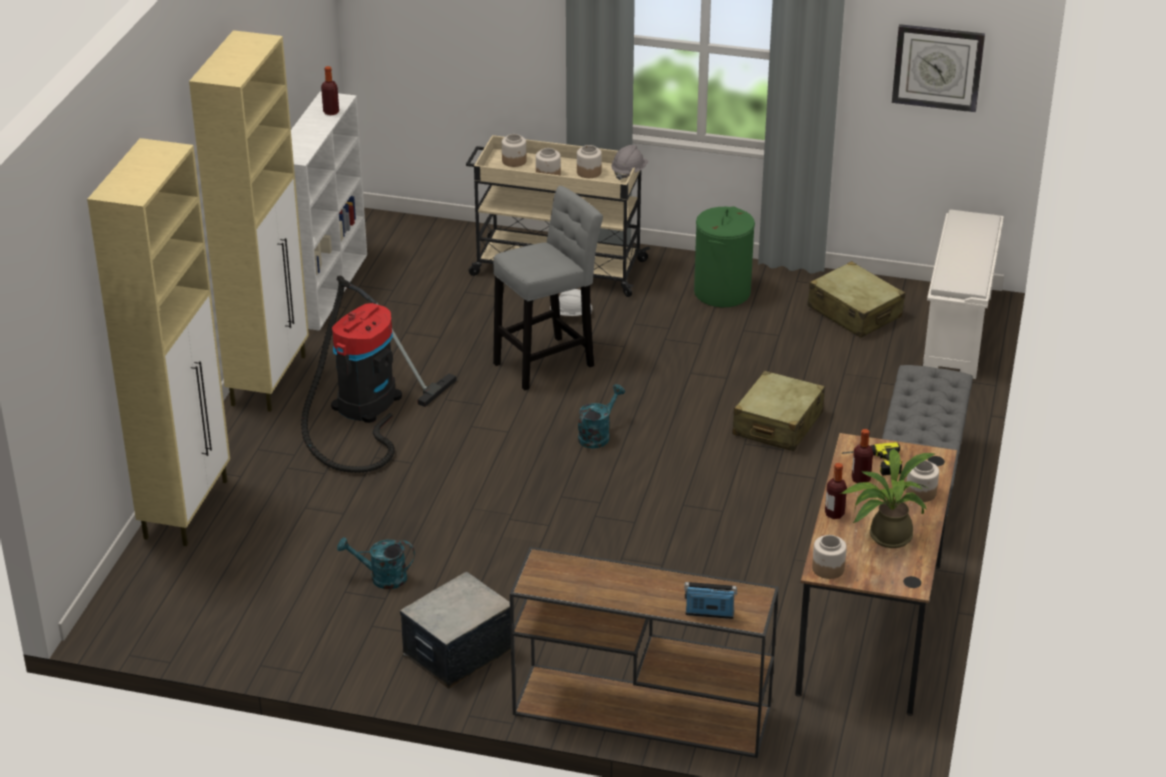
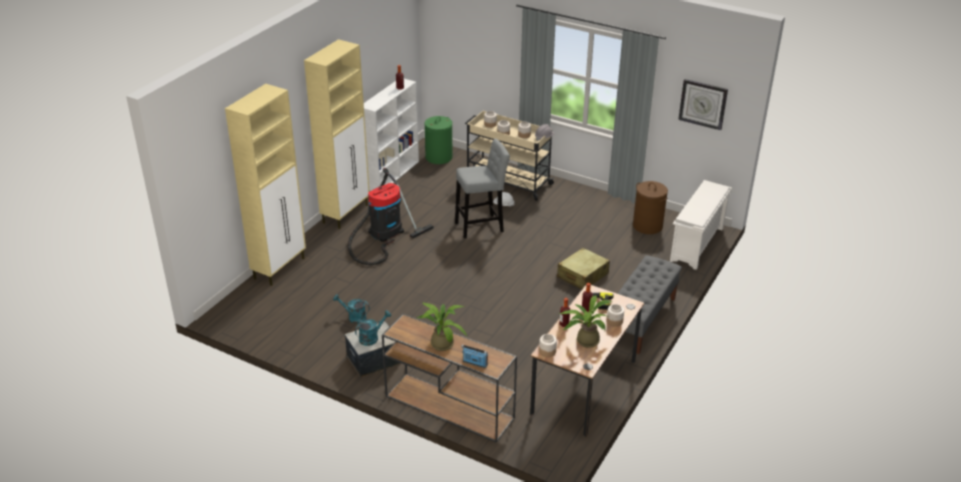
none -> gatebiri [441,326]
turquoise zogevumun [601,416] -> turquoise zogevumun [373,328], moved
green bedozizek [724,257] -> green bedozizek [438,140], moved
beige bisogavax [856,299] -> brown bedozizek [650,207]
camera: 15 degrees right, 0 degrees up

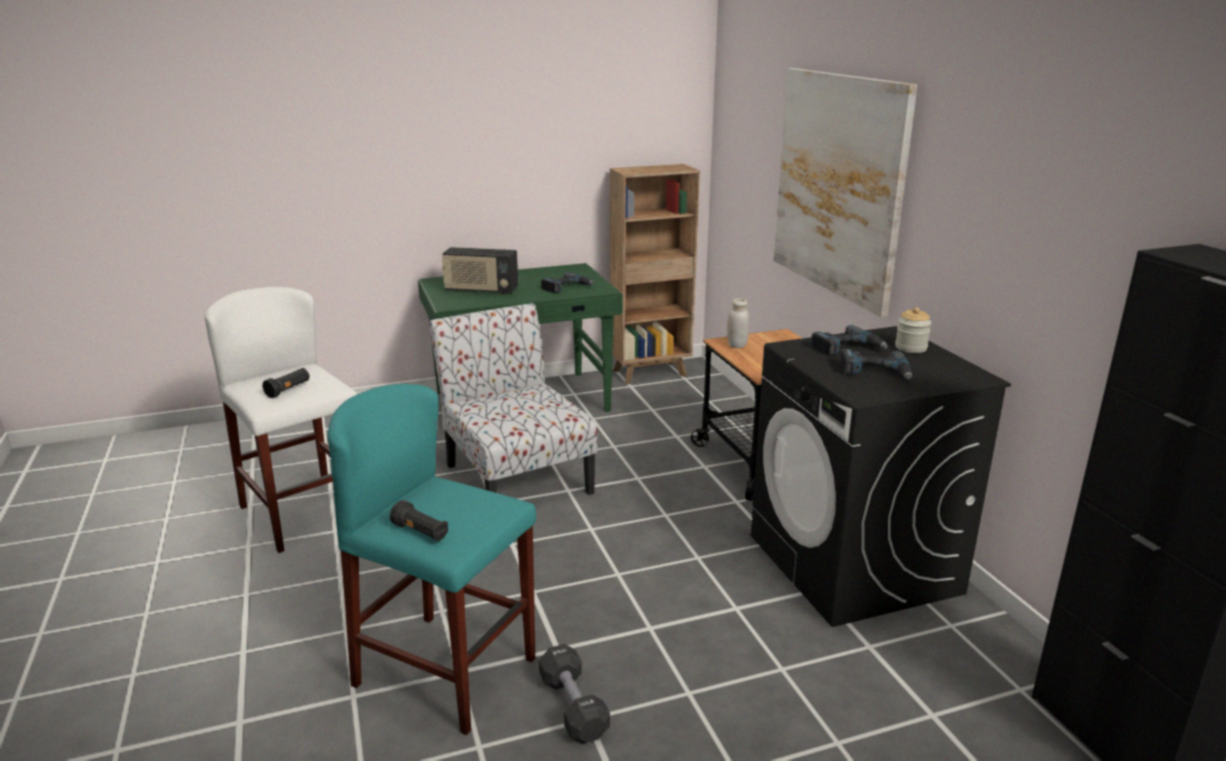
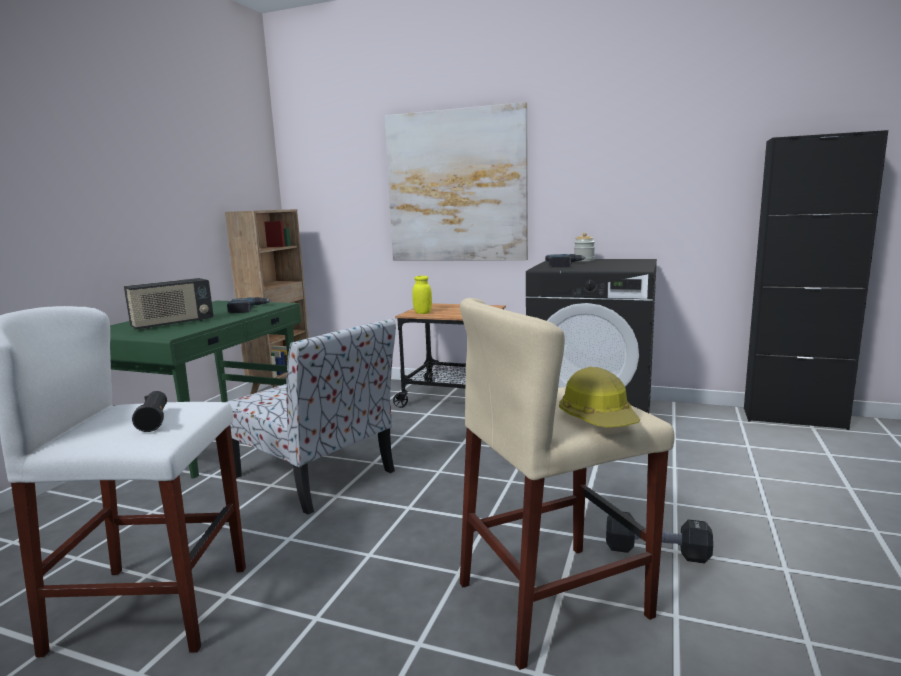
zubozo [876,364] -> none
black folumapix [419,520] -> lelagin [599,397]
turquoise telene [432,559] -> beige telene [567,484]
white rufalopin [738,323] -> yellow rufalopin [422,295]
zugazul [513,399] -> zugazul [311,417], 150 degrees counterclockwise
camera: 50 degrees left, 10 degrees down

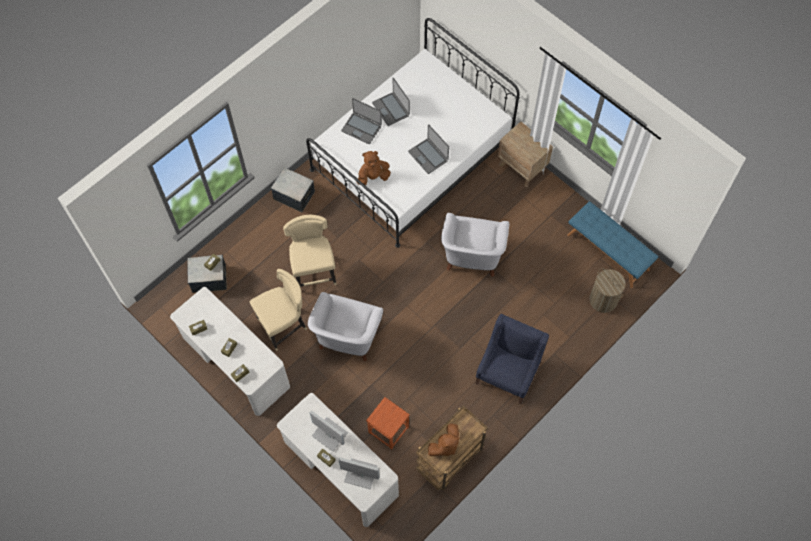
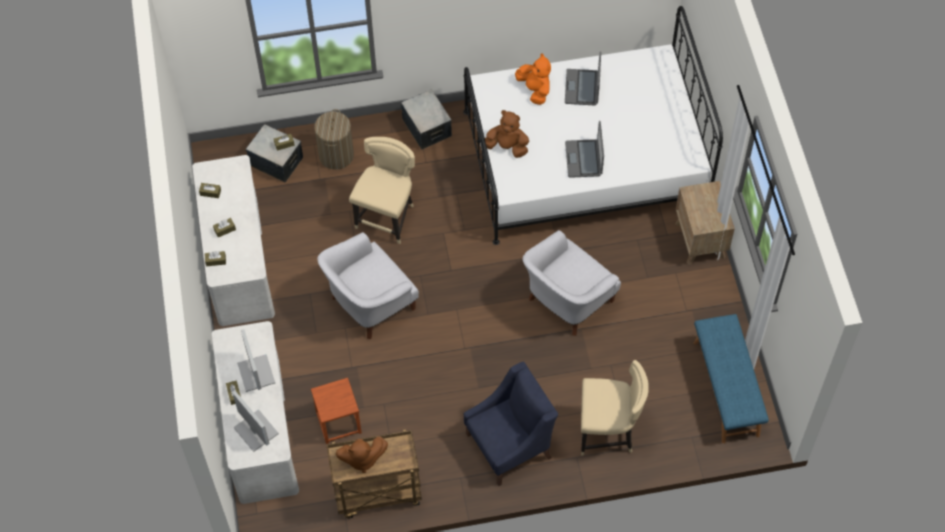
beige zugazul [278,310] -> beige zugazul [615,408], moved
bedozizek [607,290] -> bedozizek [334,139], moved
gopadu [361,121] -> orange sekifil [533,79]
camera: 35 degrees right, 5 degrees down

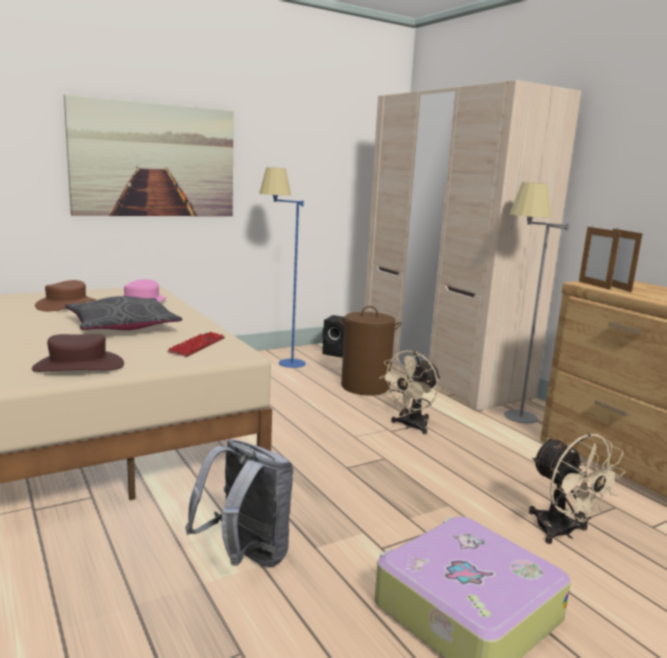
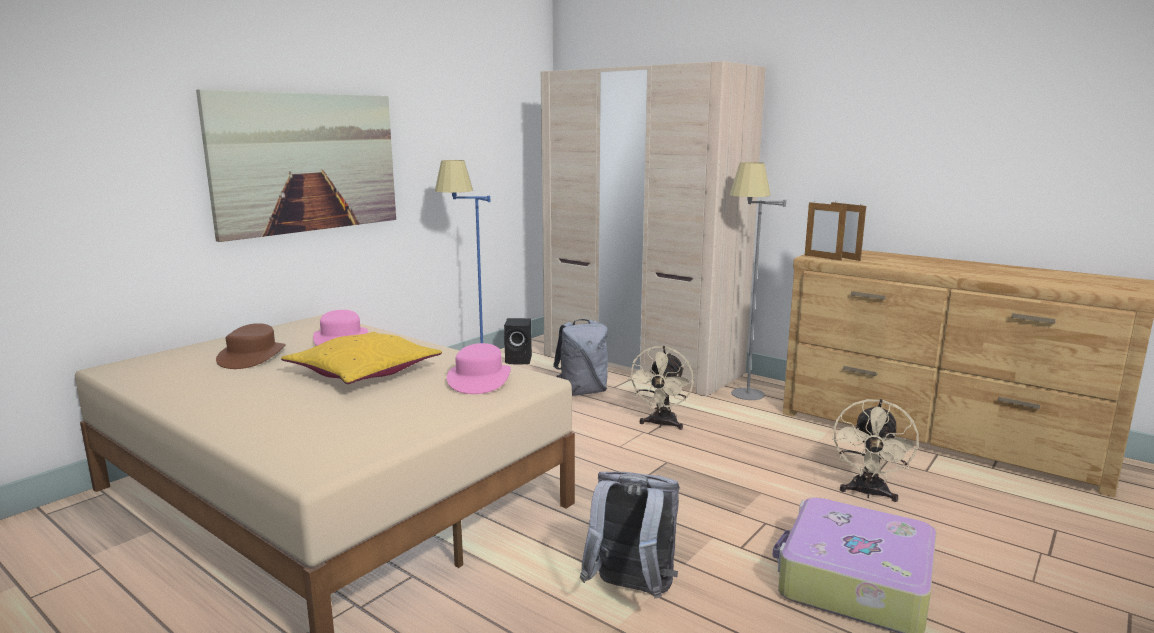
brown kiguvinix [78,353] -> none
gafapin [196,344] -> pink kiguvinix [479,368]
brown bedozizek [370,350] -> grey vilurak [580,357]
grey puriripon [123,313] -> yellow puriripon [361,358]
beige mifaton [577,488] -> beige mifaton [875,450], 75 degrees clockwise
camera: 20 degrees left, 0 degrees up

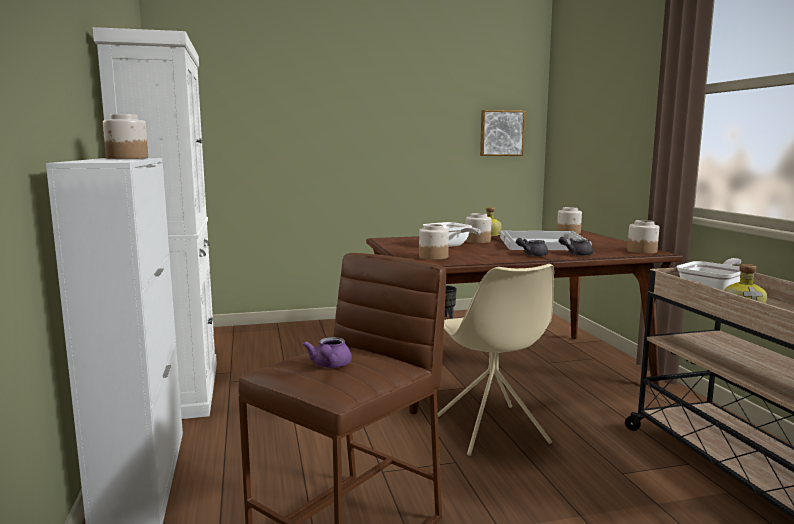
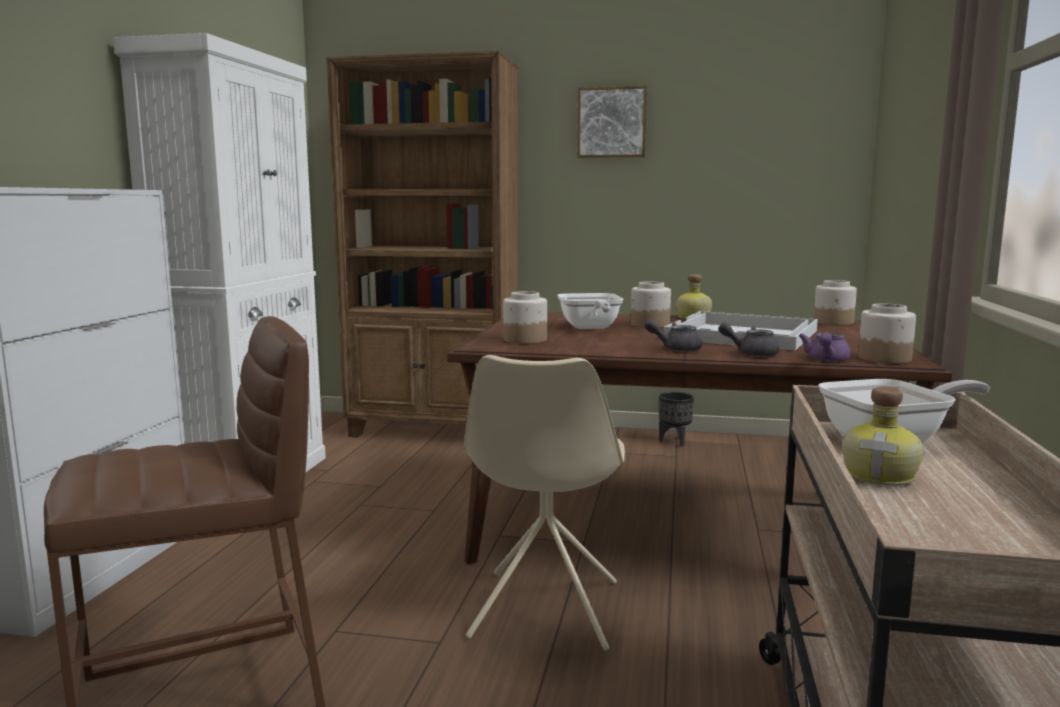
rufalopin [125,136] -> none
none -> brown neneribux [423,244]
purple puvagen [327,352] -> purple puvagen [825,347], moved
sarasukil [502,133] -> sarasukil [612,122], moved
camera: 25 degrees right, 0 degrees up

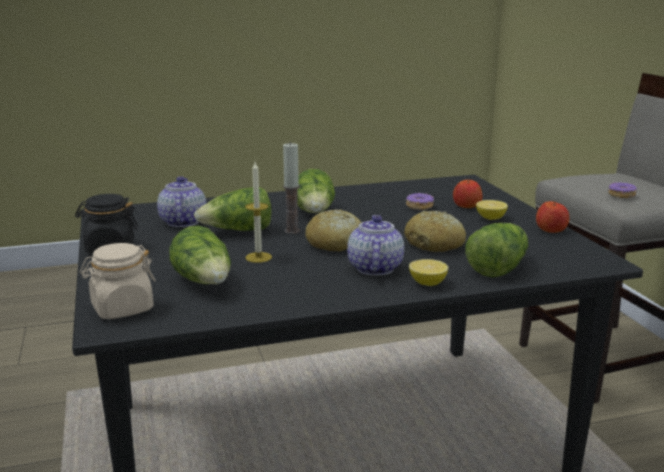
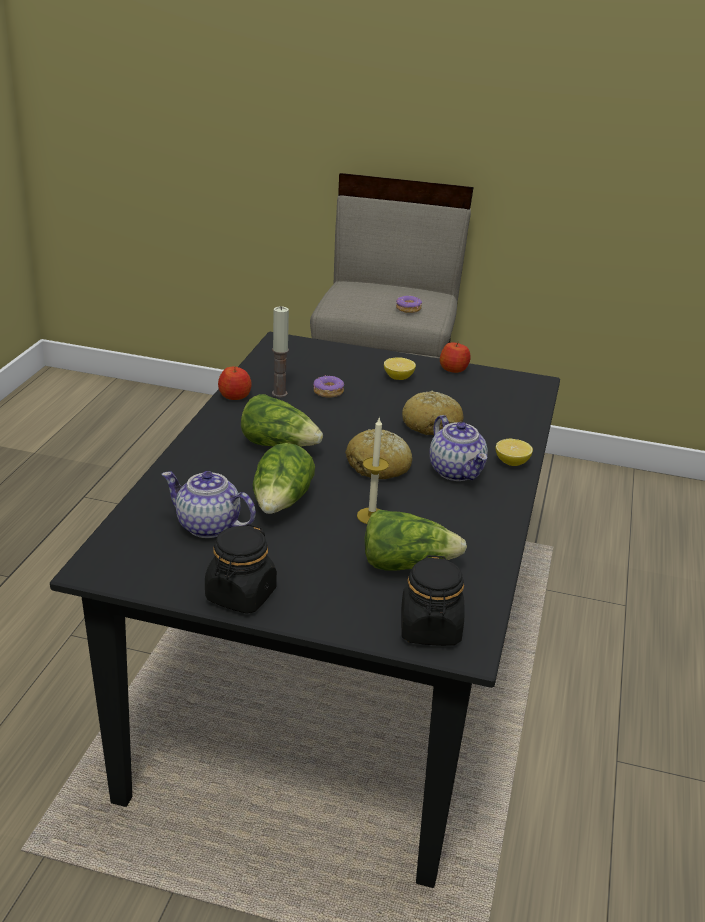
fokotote [496,250] -> none
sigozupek [291,188] -> sigozupek [280,351], moved
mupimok [467,194] -> mupimok [235,383], moved
beige rufalopin [118,281] -> black rufalopin [433,600]
puvagen [375,245] -> puvagen [458,448], 150 degrees counterclockwise
camera: 60 degrees left, 10 degrees up

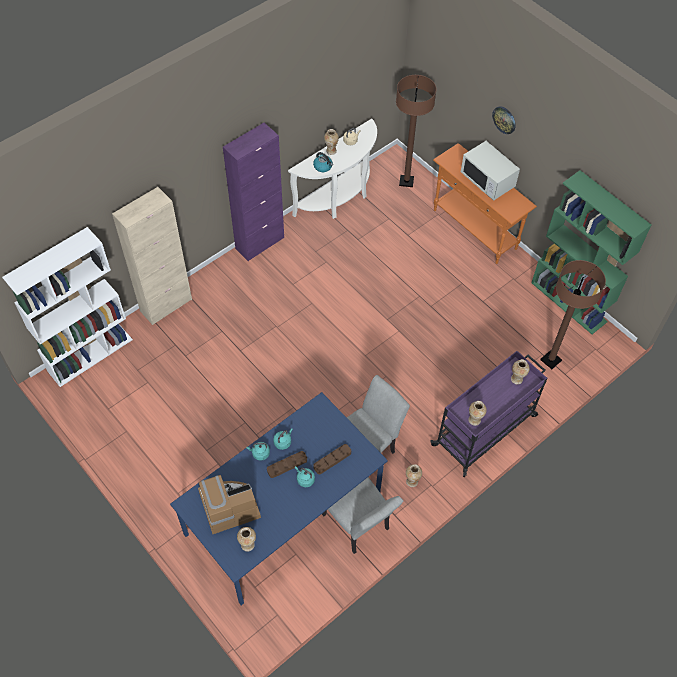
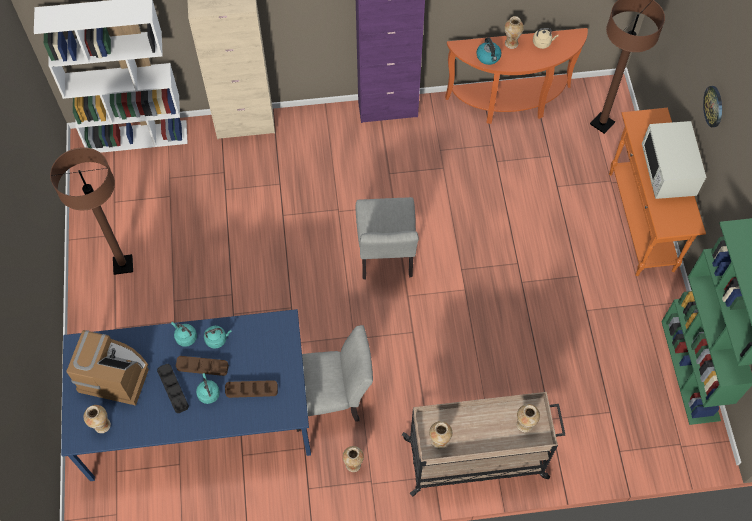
none -> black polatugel [173,388]
grey zugazul [362,515] -> grey zugazul [387,238], moved
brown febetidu [573,314] -> brown febetidu [91,211], moved
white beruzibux [332,169] -> orange beruzibux [516,76]
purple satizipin [489,414] -> beige satizipin [483,444]
camera: 35 degrees right, 5 degrees up

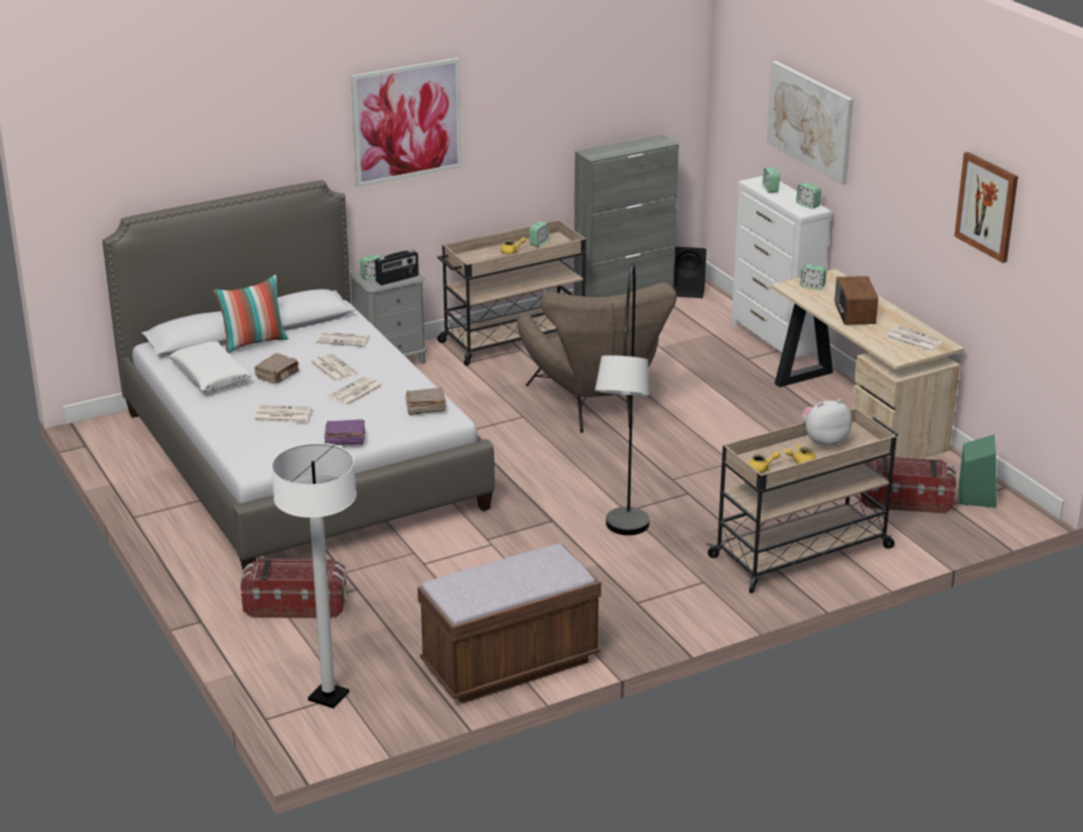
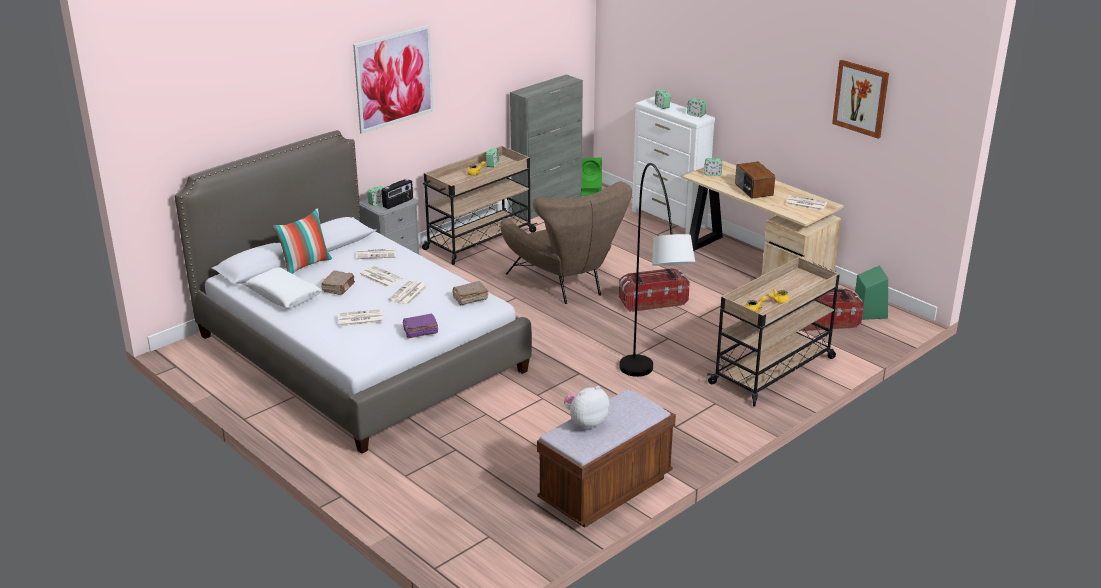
white febetidu [313,575] -> none
sarasukil [810,123] -> none
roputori [293,588] -> roputori [654,290], moved
sekifil [827,423] -> sekifil [586,407], moved
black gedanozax [690,272] -> green gedanozax [591,176]
camera: 15 degrees left, 0 degrees up

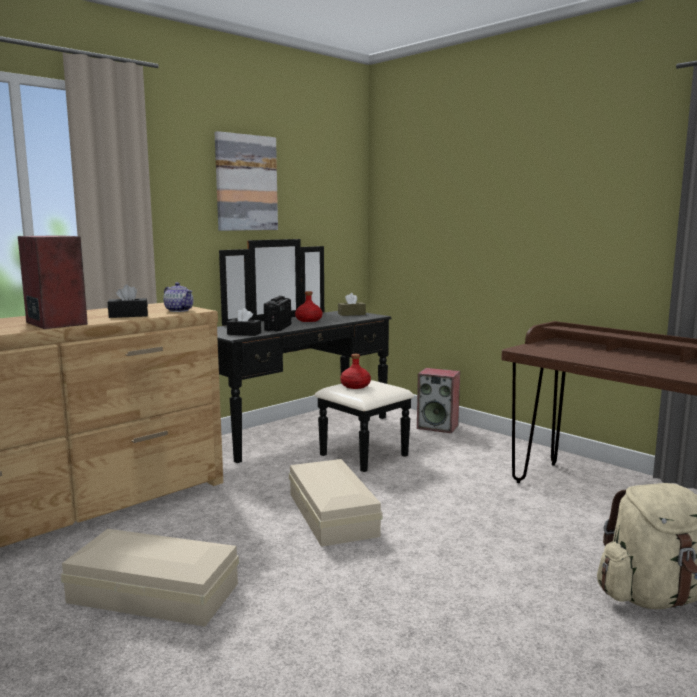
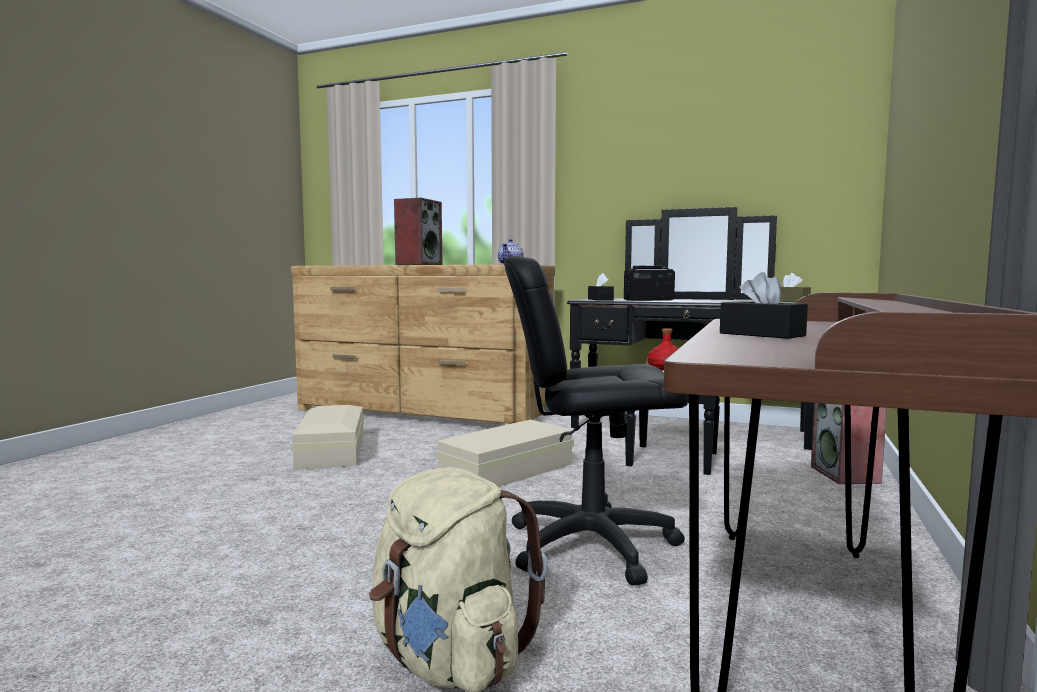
sarasukil [246,181] -> none
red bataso [308,306] -> none
none -> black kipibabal [596,421]
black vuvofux [128,301] -> black vuvofux [764,305], moved
camera: 65 degrees right, 5 degrees down

